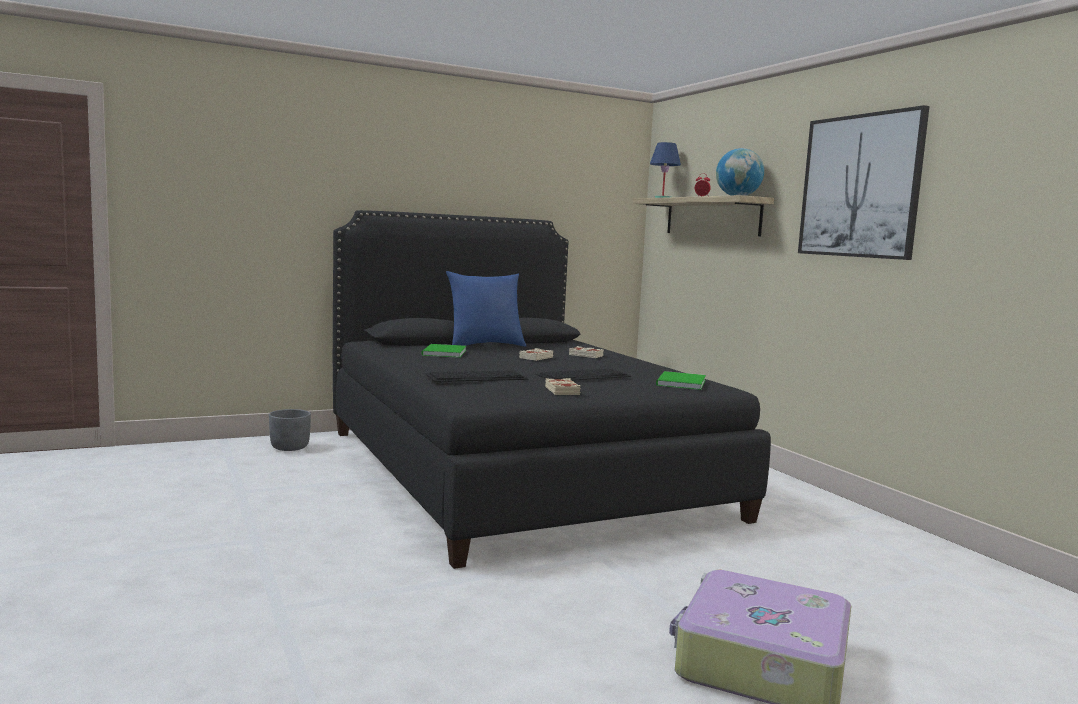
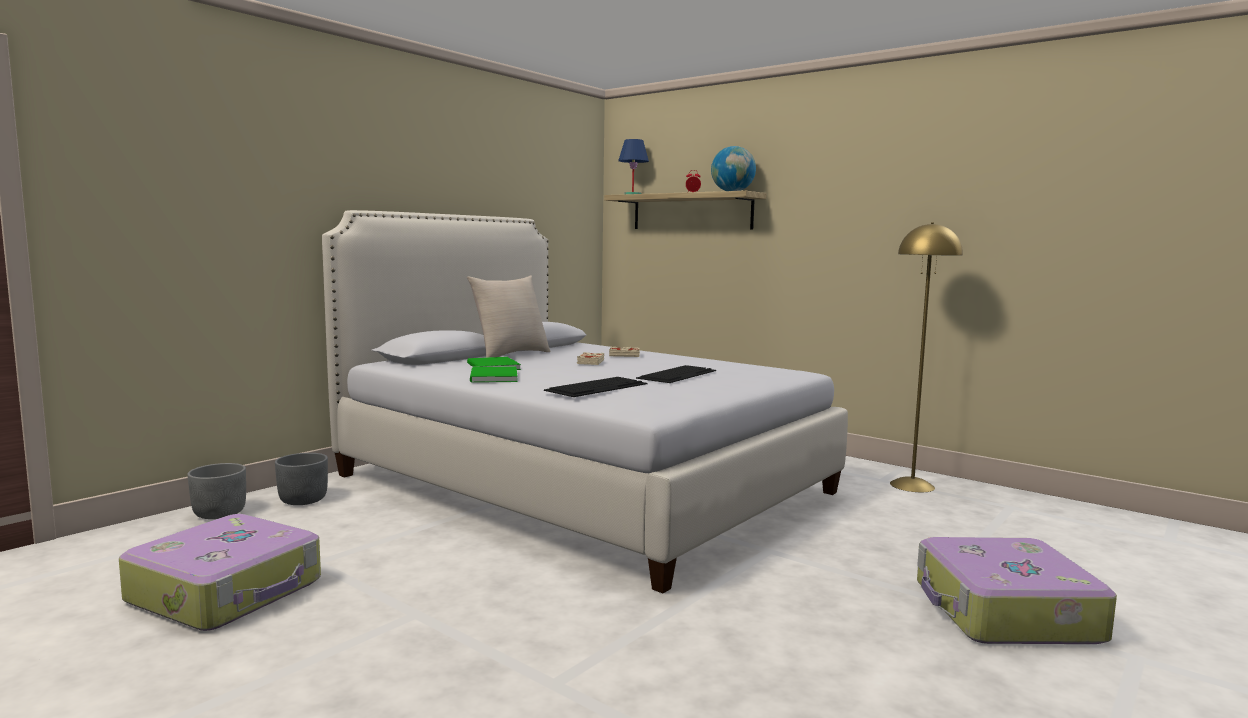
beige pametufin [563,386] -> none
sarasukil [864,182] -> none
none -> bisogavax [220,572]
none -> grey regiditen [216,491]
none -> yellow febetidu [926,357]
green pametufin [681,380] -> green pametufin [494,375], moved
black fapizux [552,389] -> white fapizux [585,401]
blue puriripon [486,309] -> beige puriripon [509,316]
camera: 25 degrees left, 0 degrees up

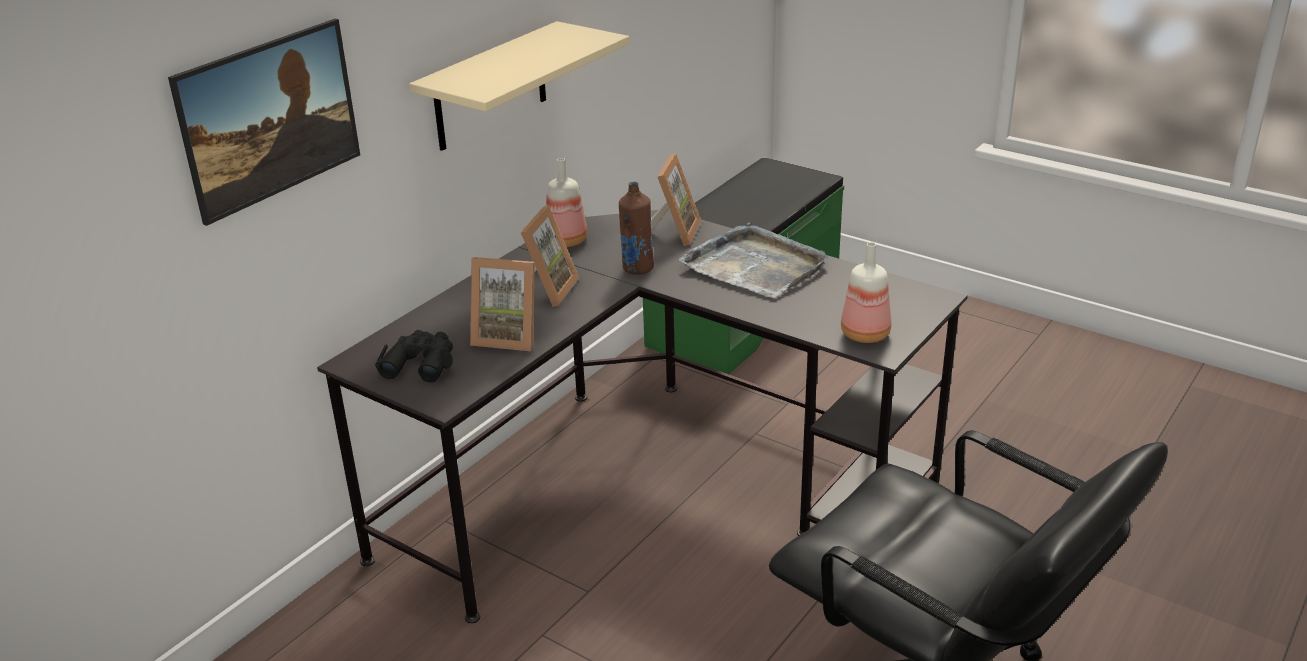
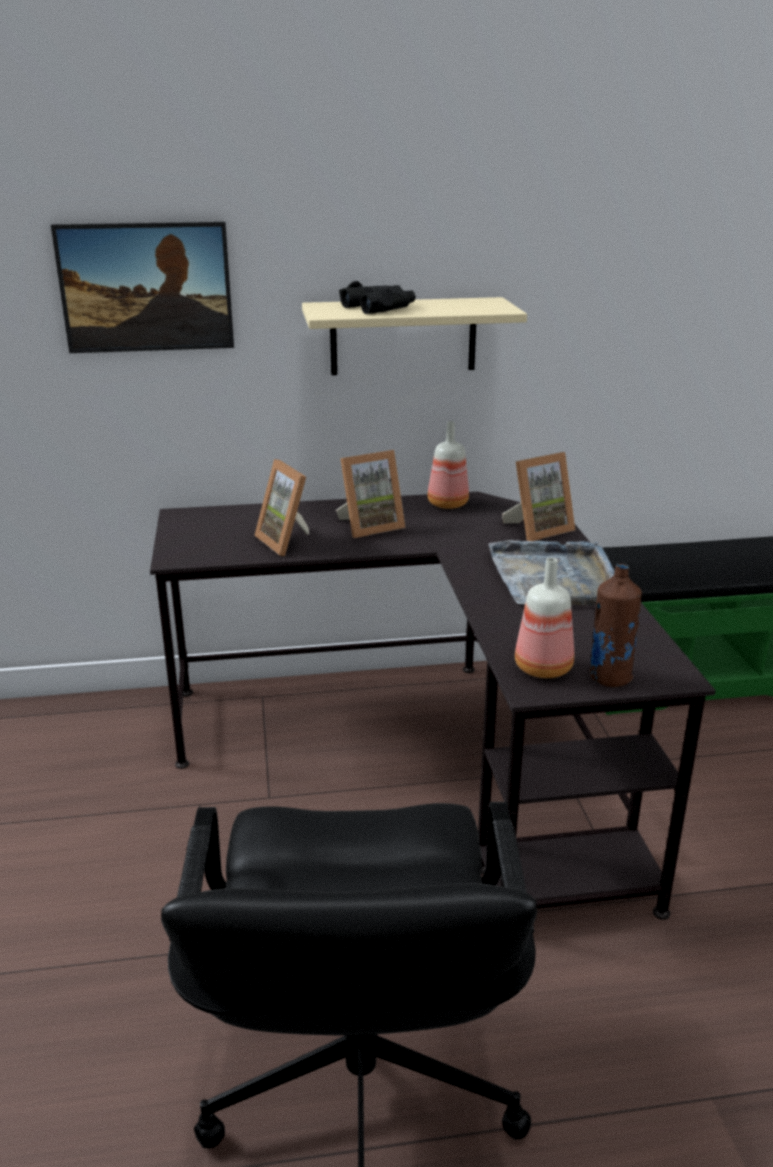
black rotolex [414,356] -> black rotolex [377,297], moved
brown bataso [636,228] -> brown bataso [616,625], moved
camera: 45 degrees right, 5 degrees down

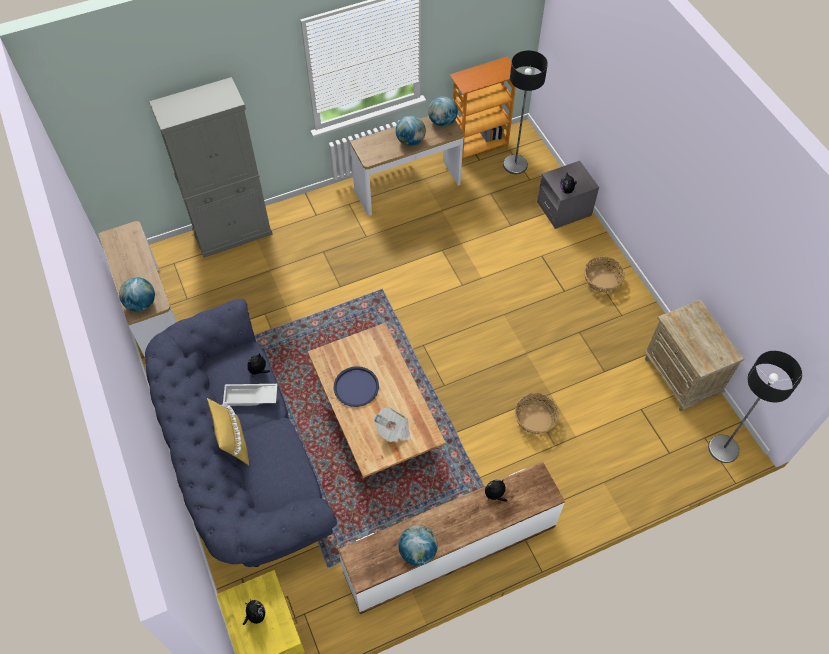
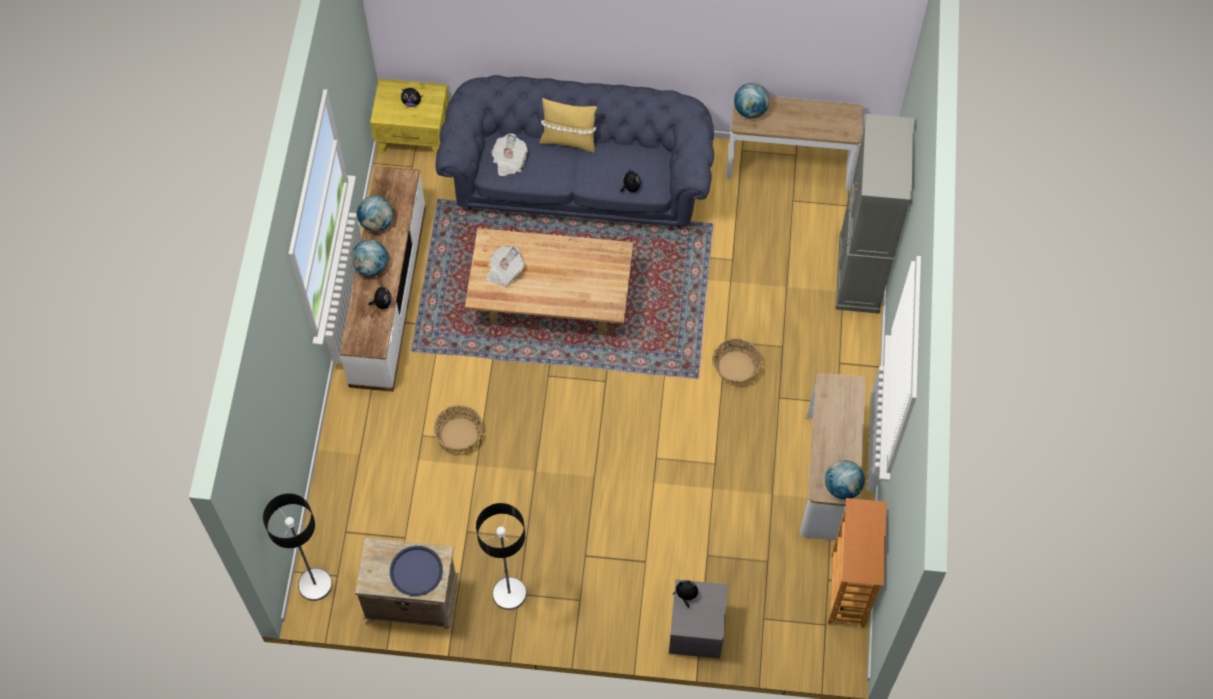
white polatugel [250,395] -> none
none -> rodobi [510,155]
blue polatugel [356,386] -> blue polatugel [416,571], moved
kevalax [411,130] -> kevalax [369,258], moved
febetidu [525,112] -> febetidu [501,556], moved
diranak [604,274] -> diranak [737,360], moved
camera: 120 degrees right, 5 degrees up

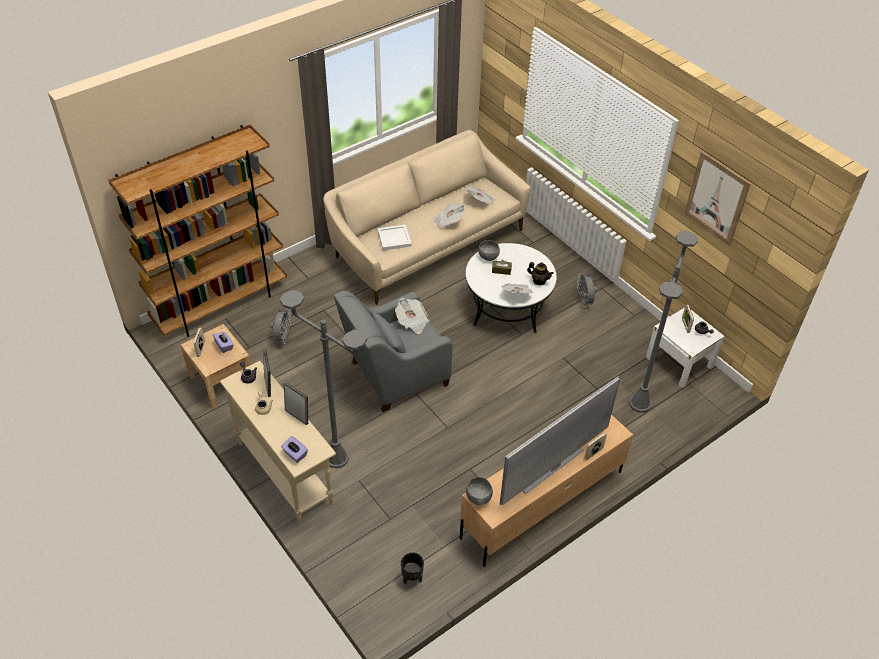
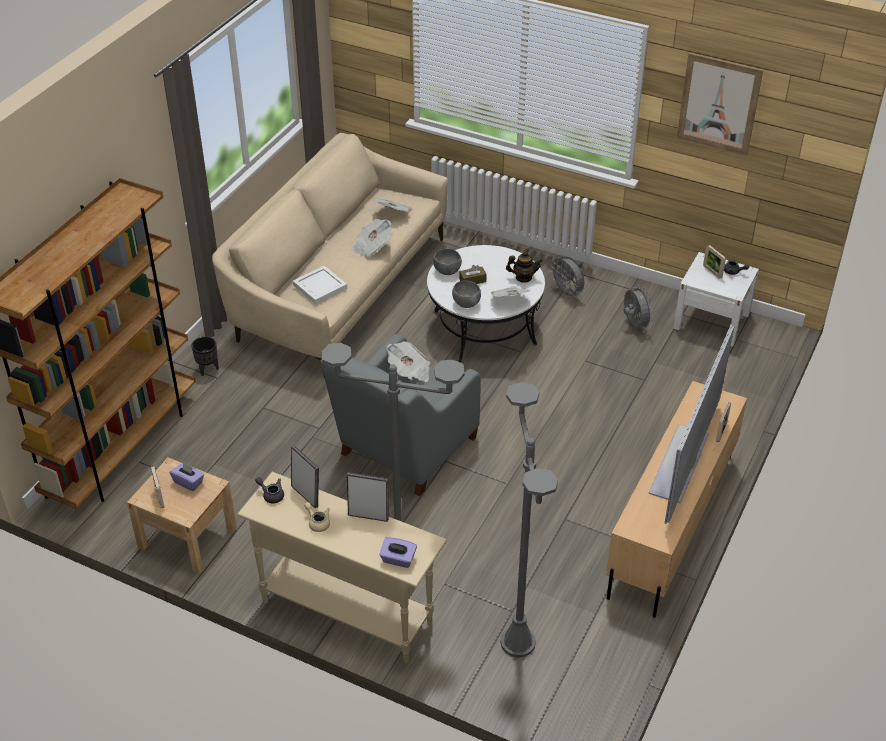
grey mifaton [280,326] -> grey mifaton [638,307], moved
black regiditen [412,568] -> black regiditen [205,356], moved
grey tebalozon [479,491] -> grey tebalozon [466,294], moved
grey febetidu [663,322] -> grey febetidu [529,520], moved
camera: 25 degrees left, 5 degrees down

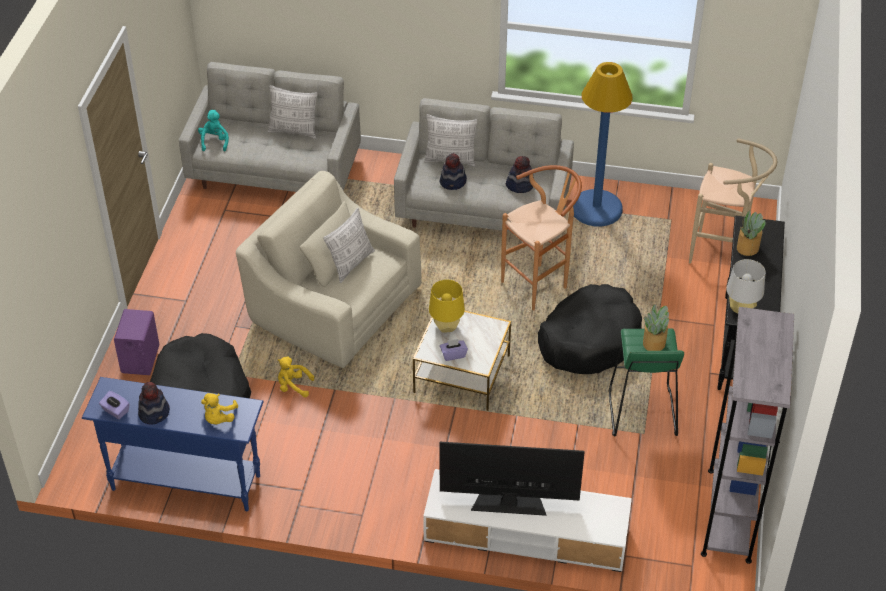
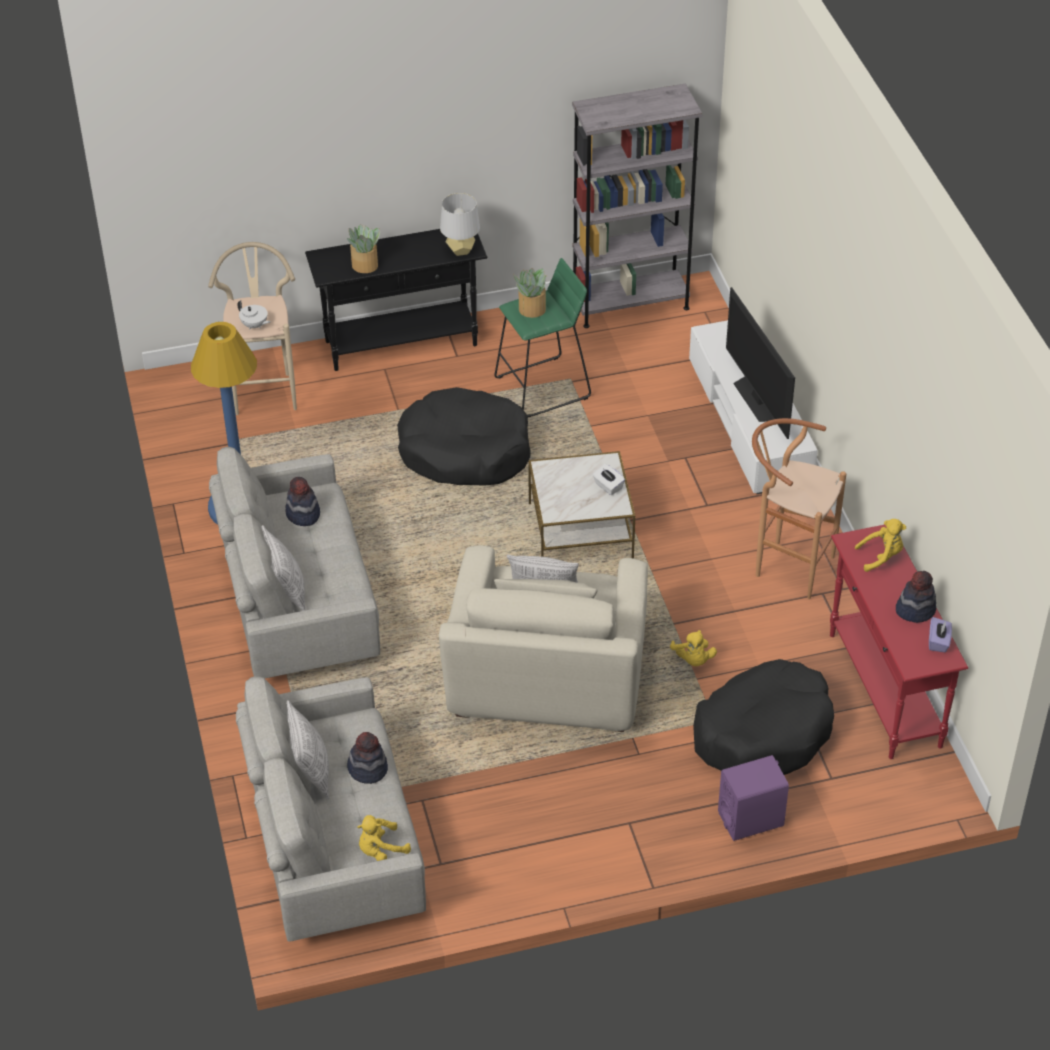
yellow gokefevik [447,306] -> none
none -> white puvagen [254,314]
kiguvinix [453,171] -> kiguvinix [367,758], moved
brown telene [541,237] -> brown telene [799,508], moved
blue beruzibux [173,444] -> red beruzibux [899,642]
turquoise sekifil [213,130] -> yellow sekifil [384,838]
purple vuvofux [454,350] -> white vuvofux [609,479]
camera: 115 degrees left, 0 degrees up

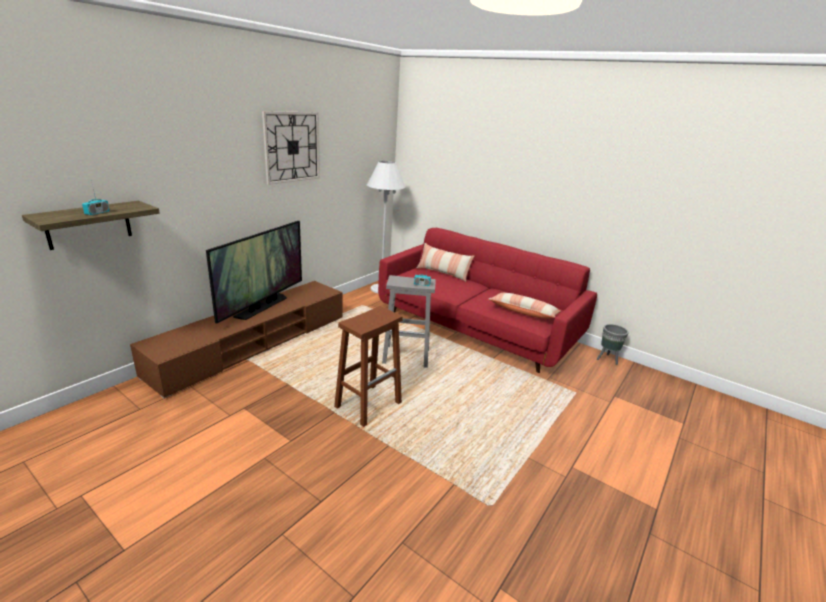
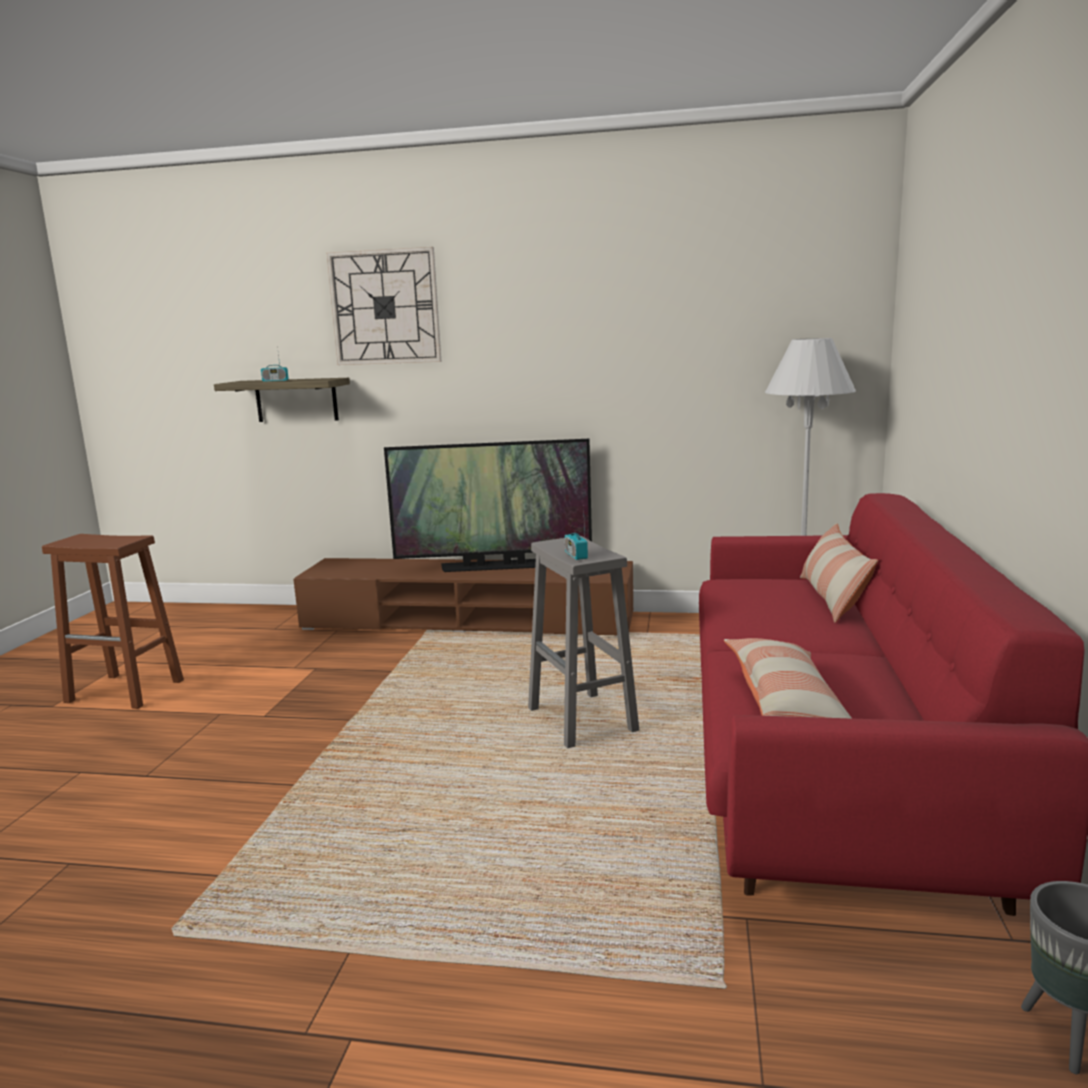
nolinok [291,148] -> nolinok [384,306], moved
brown telene [368,366] -> brown telene [113,621], moved
camera: 65 degrees right, 10 degrees down

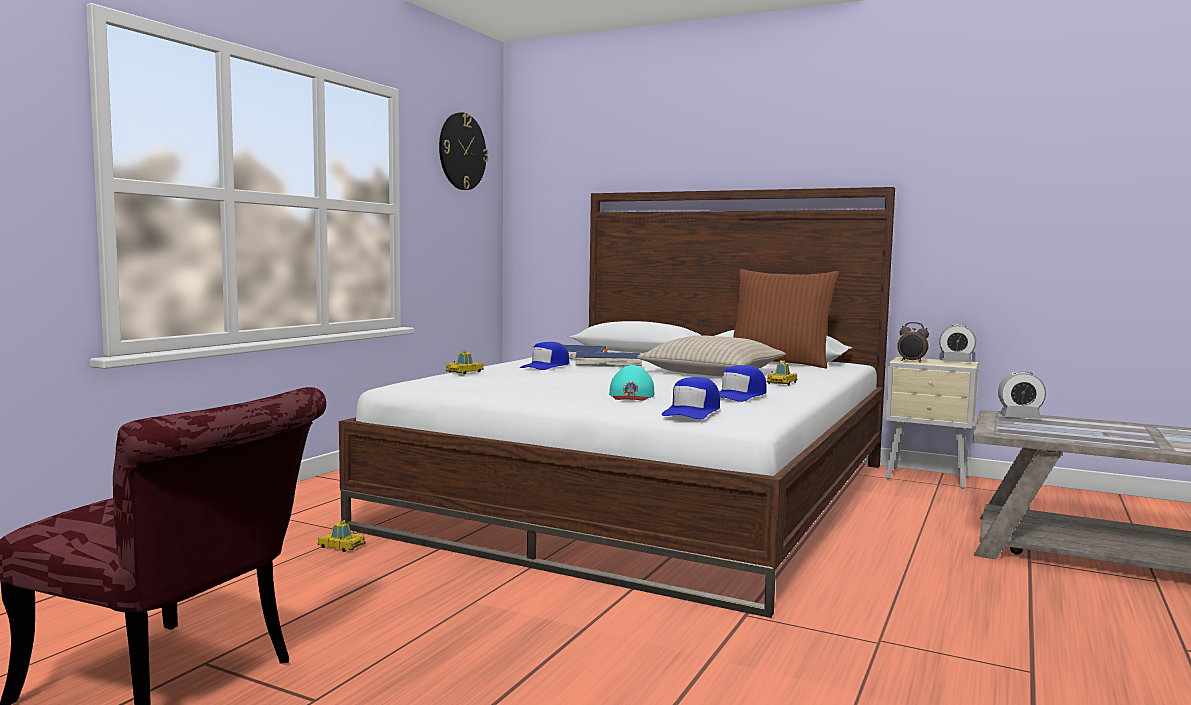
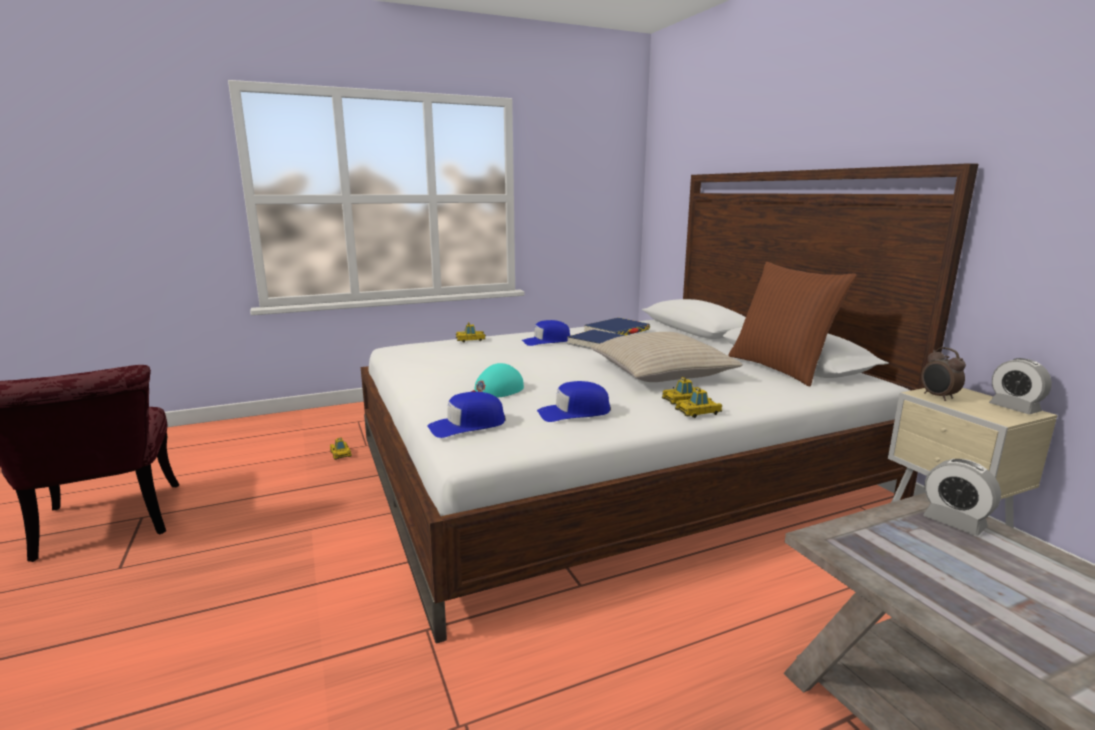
nolinok [463,151] -> none
none -> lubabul [699,402]
camera: 40 degrees right, 10 degrees up

